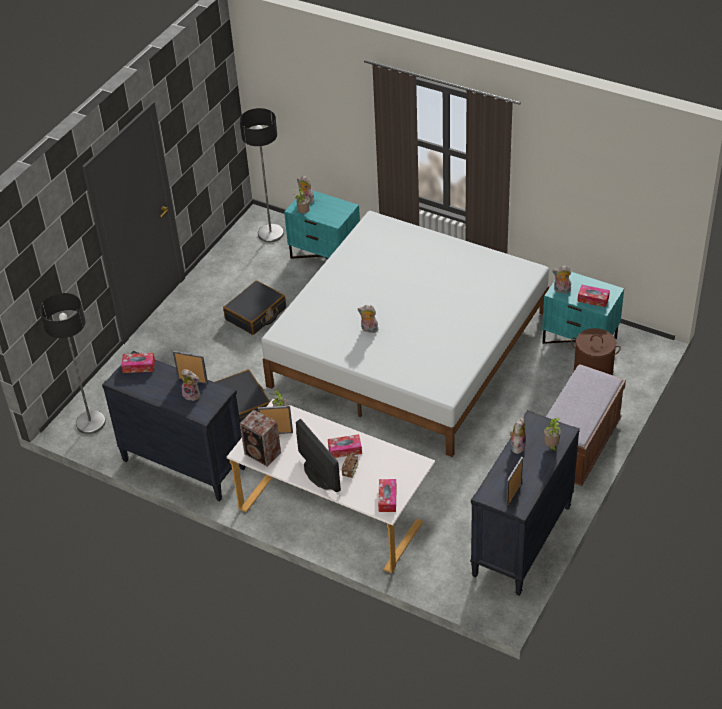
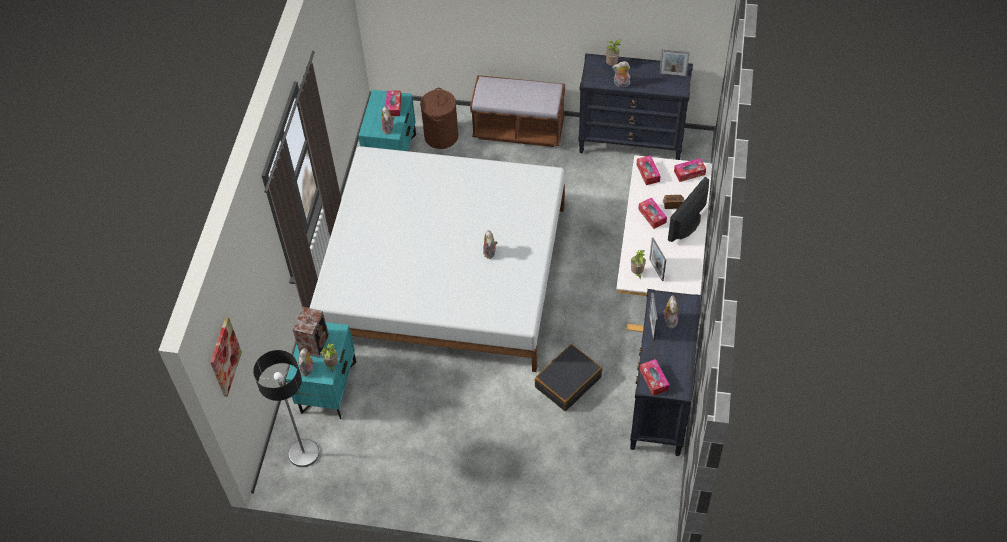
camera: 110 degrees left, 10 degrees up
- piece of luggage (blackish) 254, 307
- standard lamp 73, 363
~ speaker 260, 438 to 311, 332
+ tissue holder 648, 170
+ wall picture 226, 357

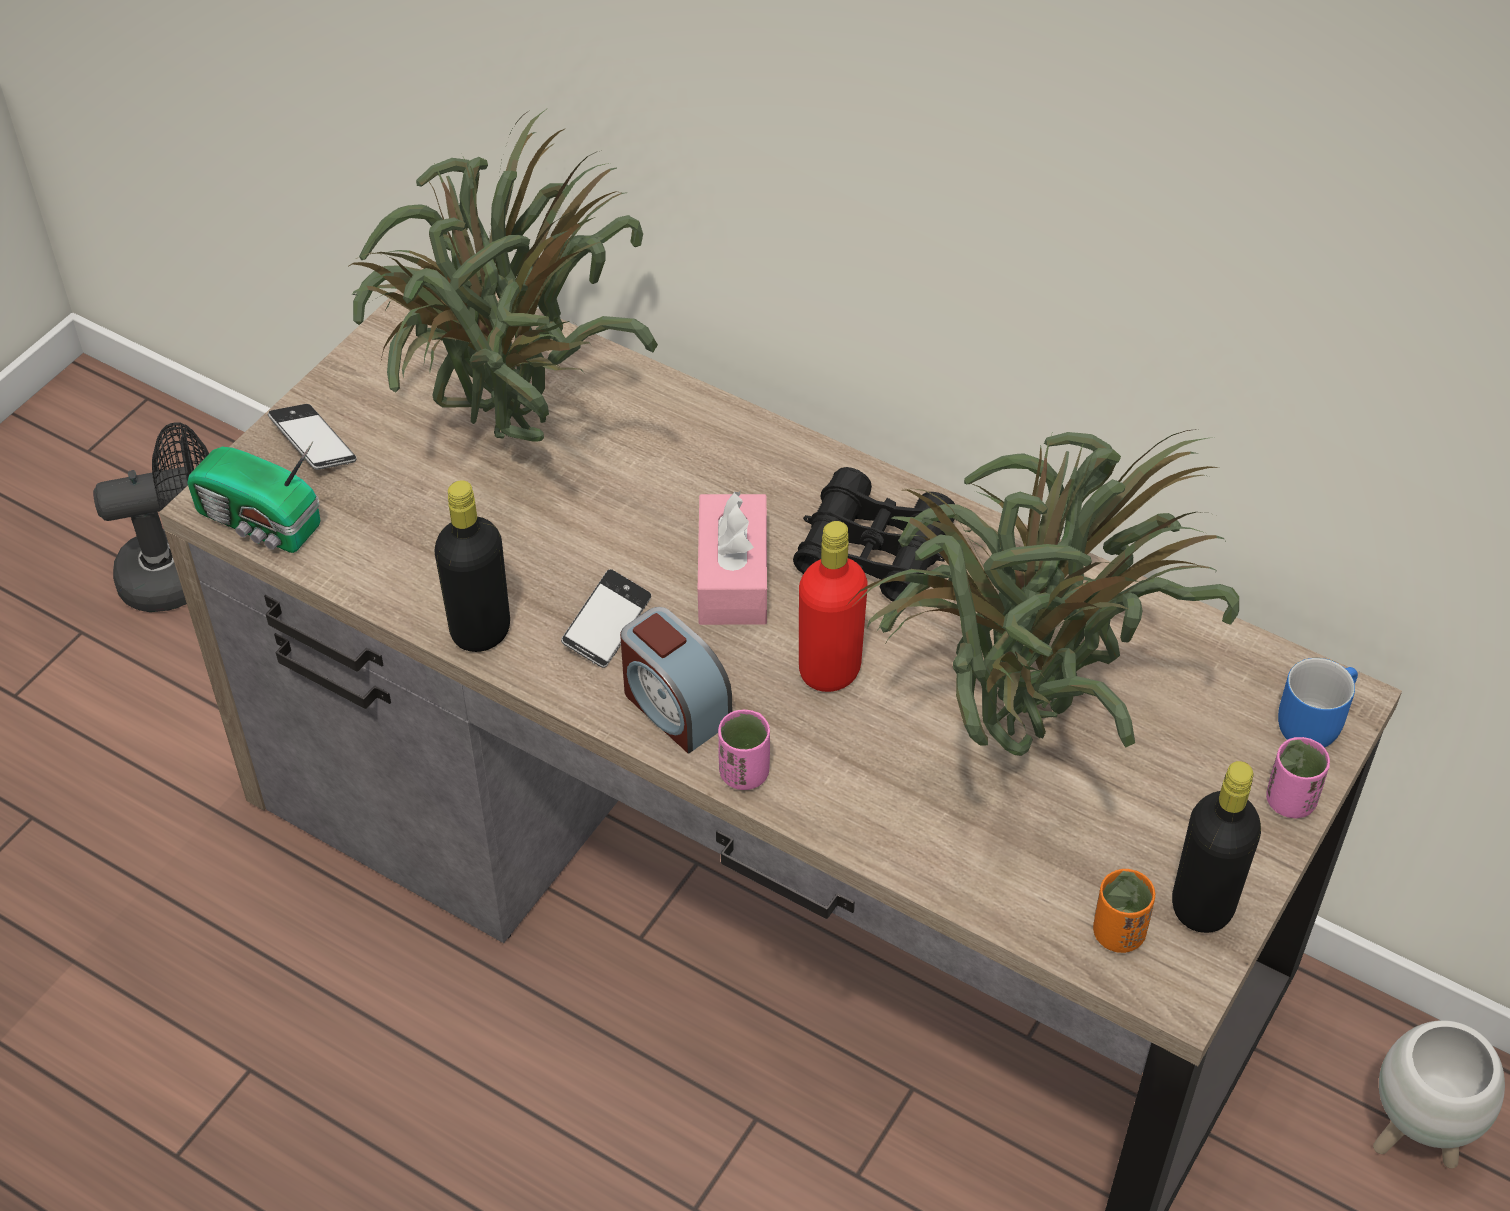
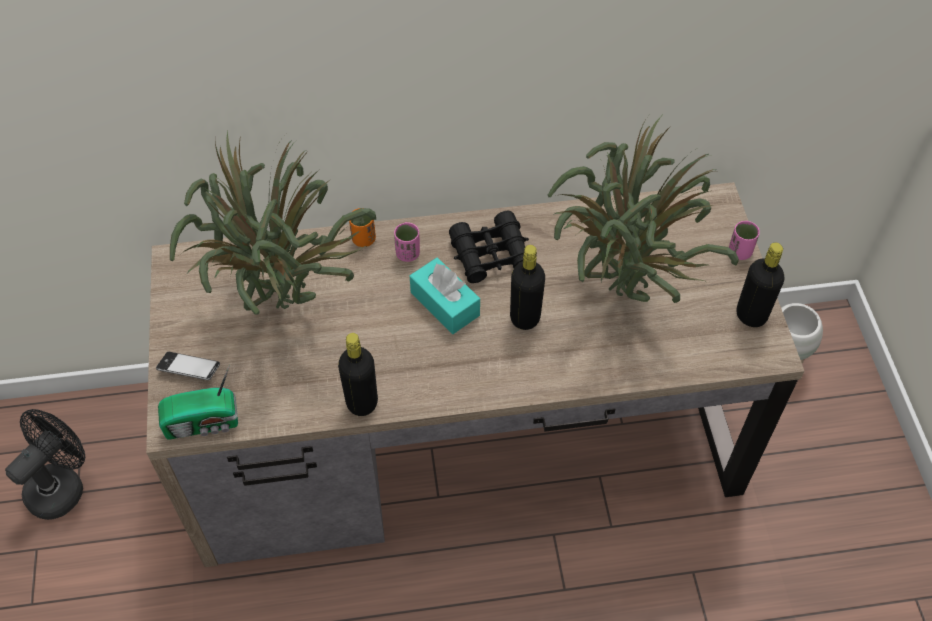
camera: 40 degrees left, 5 degrees up
~ tissue holder (pink-coloured) 732, 557 to tissue holder (turquoise-coloured) 445, 296
~ bottle (red) 833, 606 to bottle (blackish) 527, 287
- phone 606, 618
- table clock 676, 680
- tea mug (bluish) 1318, 702
~ drinking cup (pink-coloured) 744, 750 to 407, 242
~ drinking cup (orangey) 1124, 911 to 362, 227

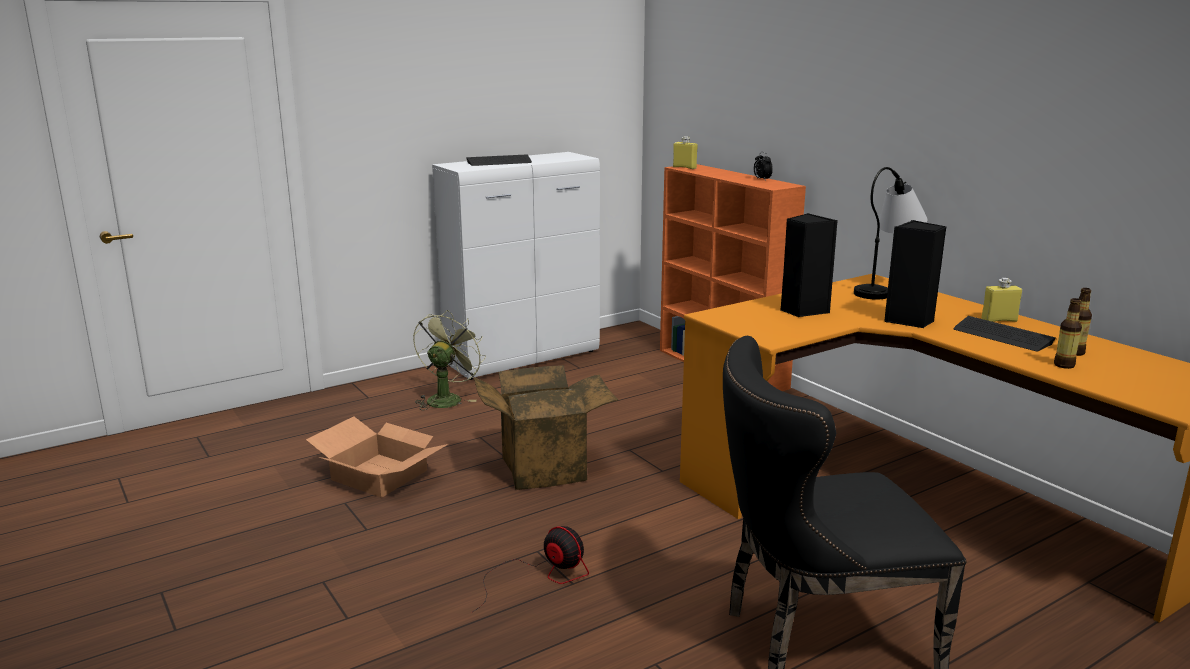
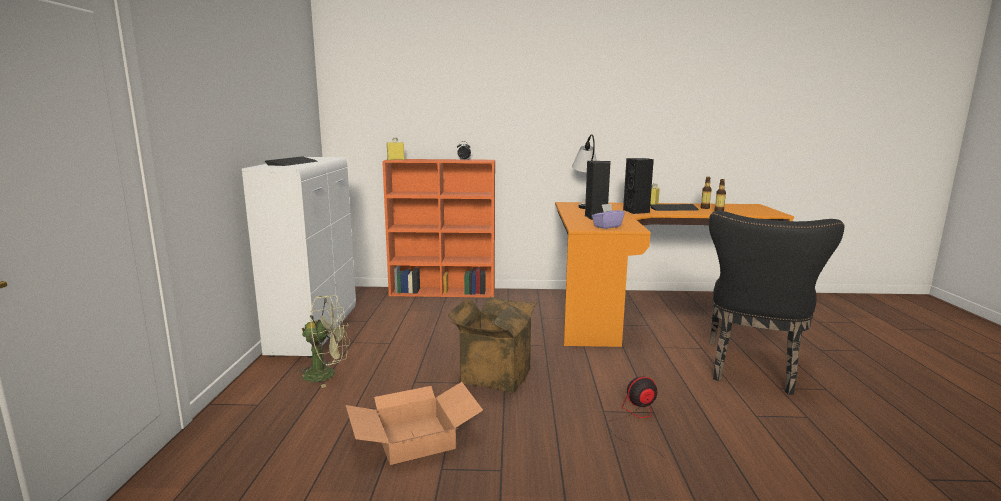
camera: 55 degrees left, 5 degrees down
~ fan (green-coloured) 449, 360 = 323, 341 120 degrees clockwise
+ tissue holder (purple-coloured) 608, 216

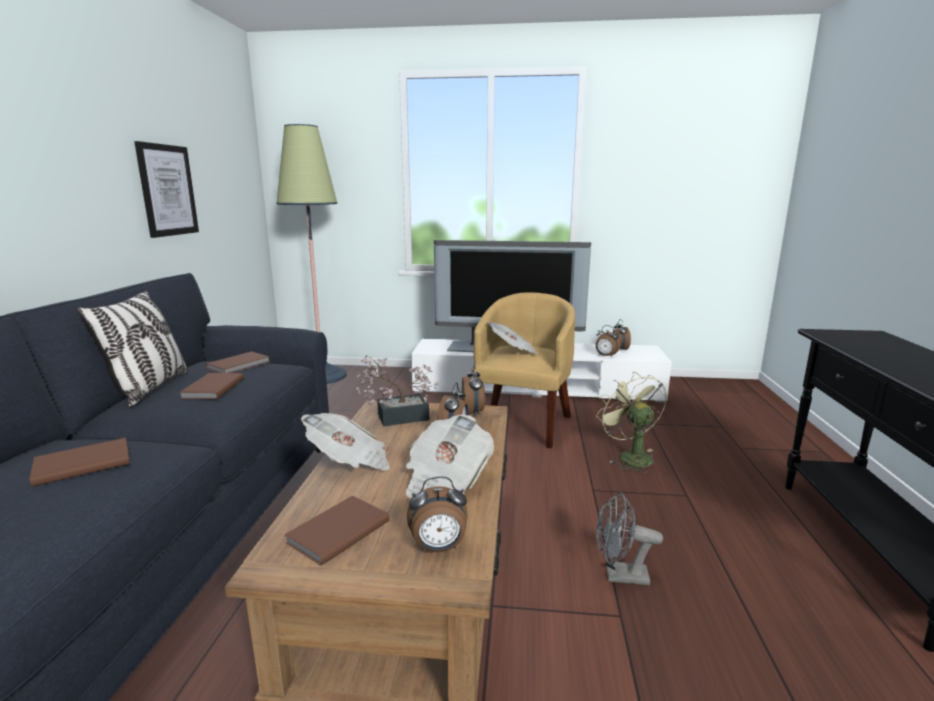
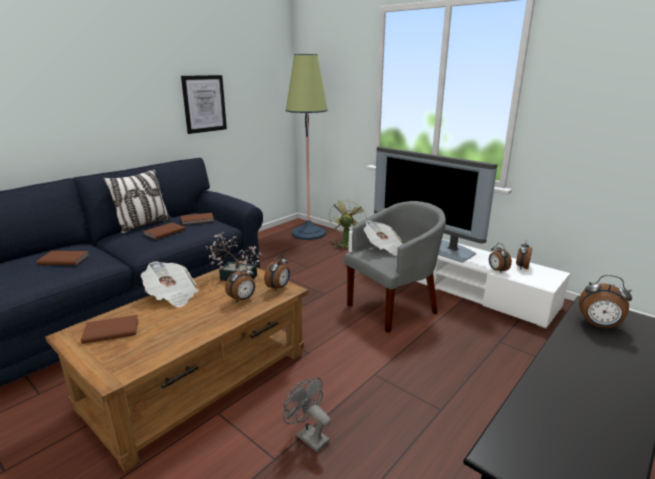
camera: 35 degrees right, 5 degrees up
~ lounge chair (yellowish) 523, 370 to lounge chair (gray) 395, 267
~ fan (green-coloured) 631, 422 to 348, 223
- newspaper 450, 456
~ table clock 437, 514 to 605, 302

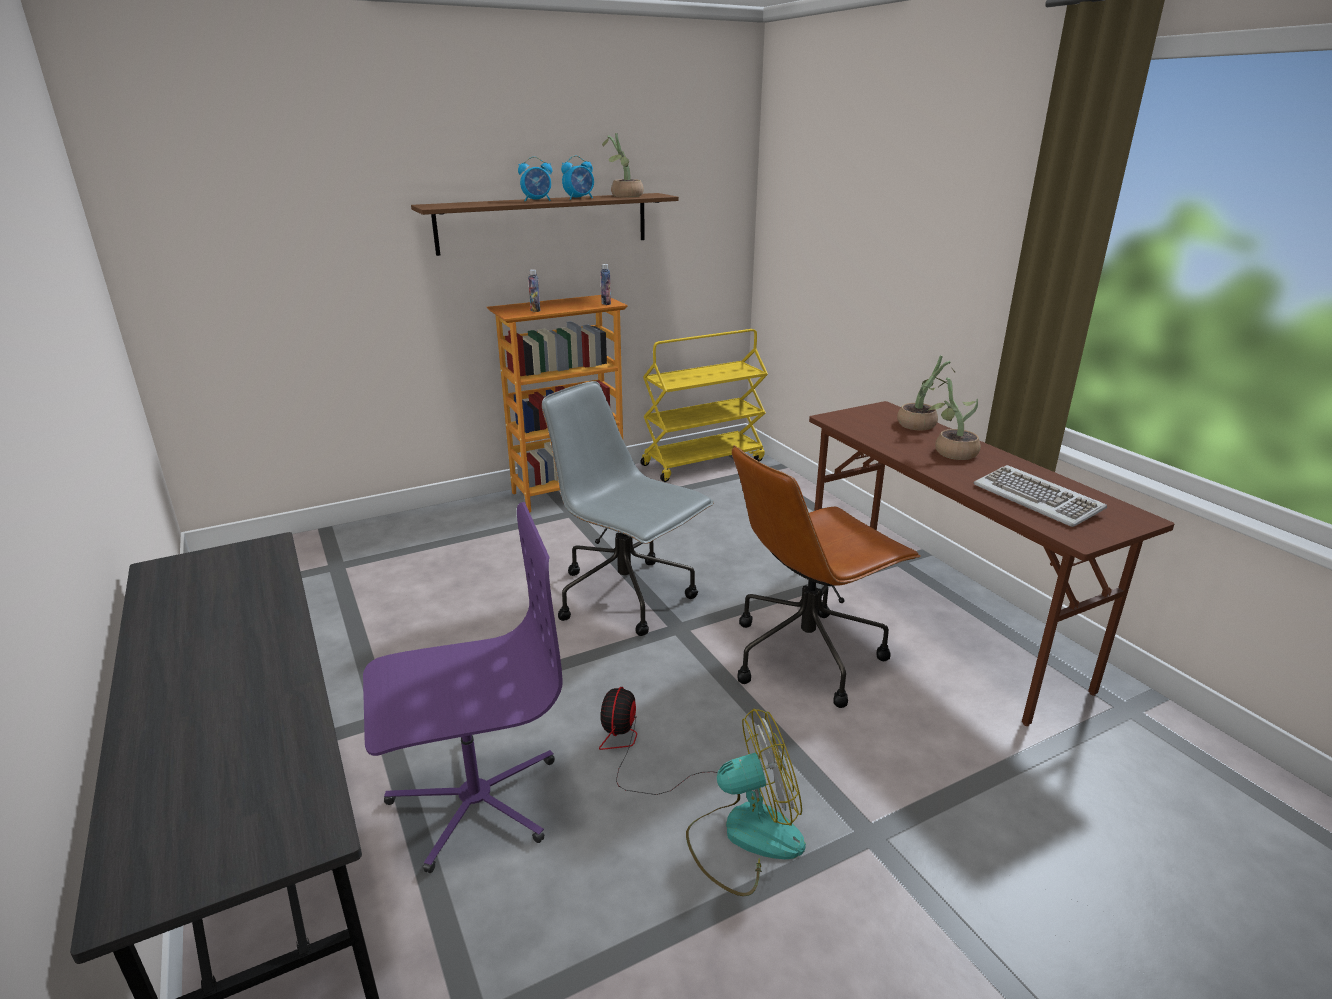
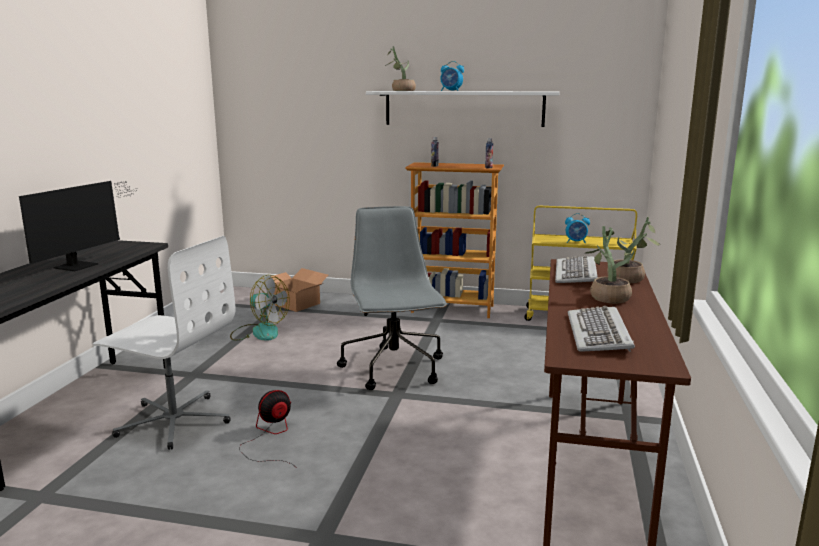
camera: 40 degrees right, 10 degrees down
~ houseplant 623, 165 to 400, 68
~ table clock 577, 178 to 577, 228
~ bracket shelf (brownish) 545, 224 to bracket shelf (white) 463, 109
- office chair (brownish) 826, 576
~ office chair (purple-coloured) 463, 687 to office chair (white) 164, 343
~ fan 746, 802 to 260, 308
+ monitor 78, 226
+ computer keyboard 576, 269
+ carton 293, 290

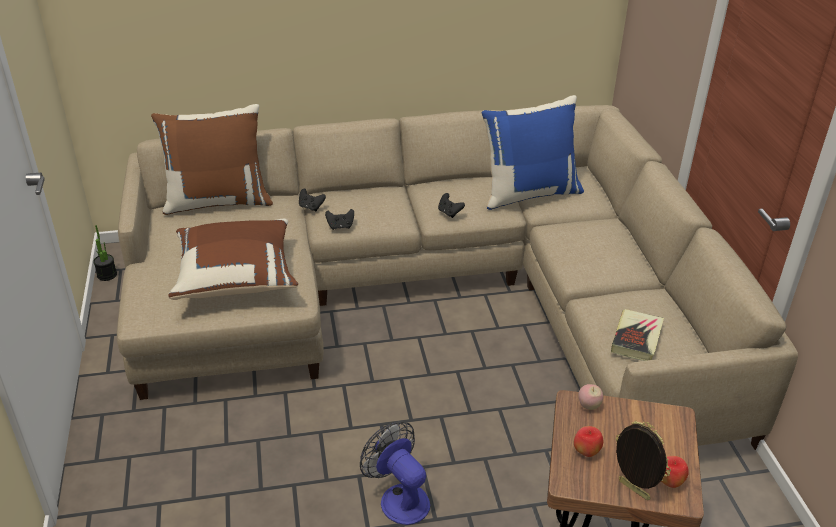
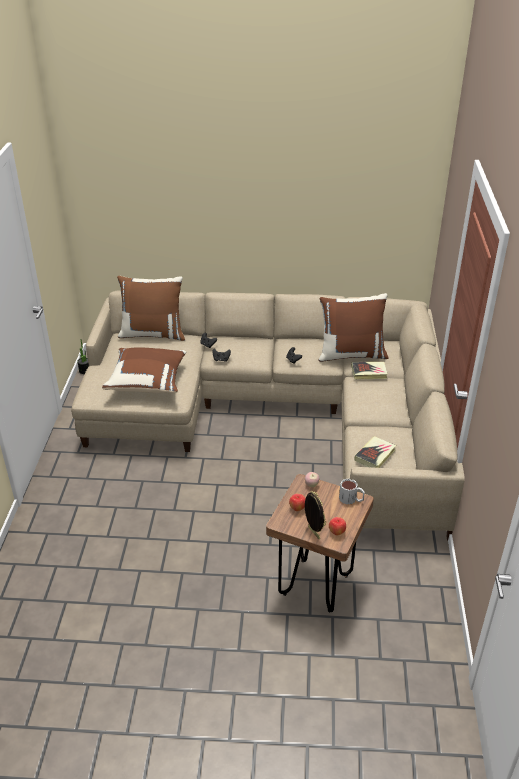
camera: 15 degrees right, 0 degrees up
~ pillow (bluish) 533, 152 to pillow (brownish) 353, 327
- fan 395, 473
+ book 369, 370
+ tea mug 352, 491

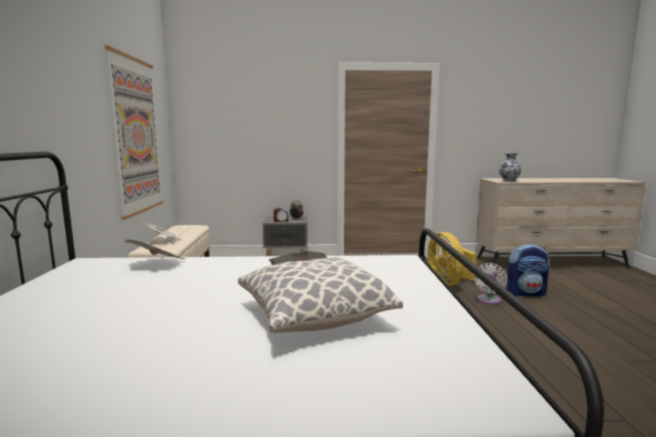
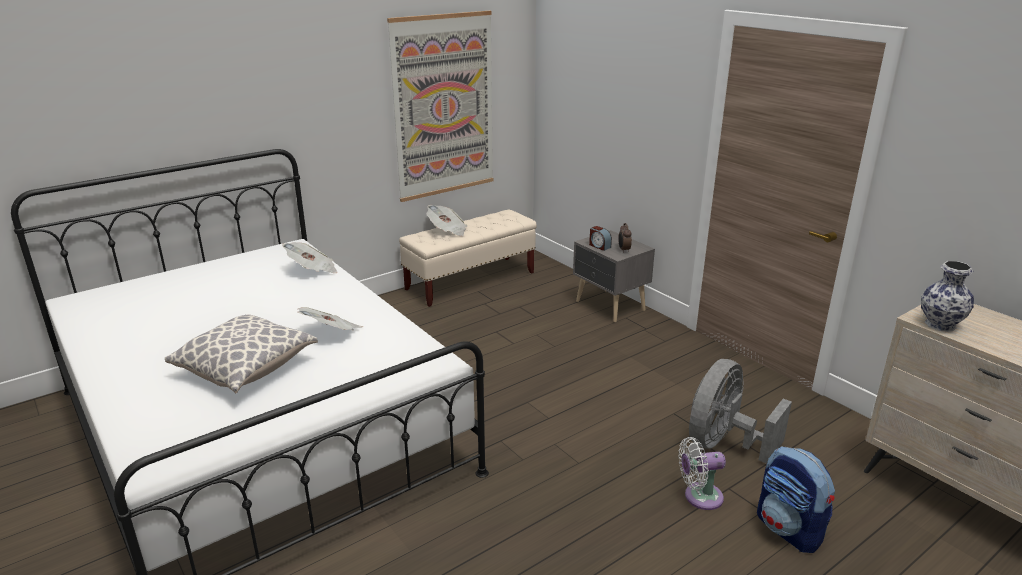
camera: 55 degrees right, 15 degrees up
~ fan (yellowish) 452, 259 to fan (gray) 740, 411

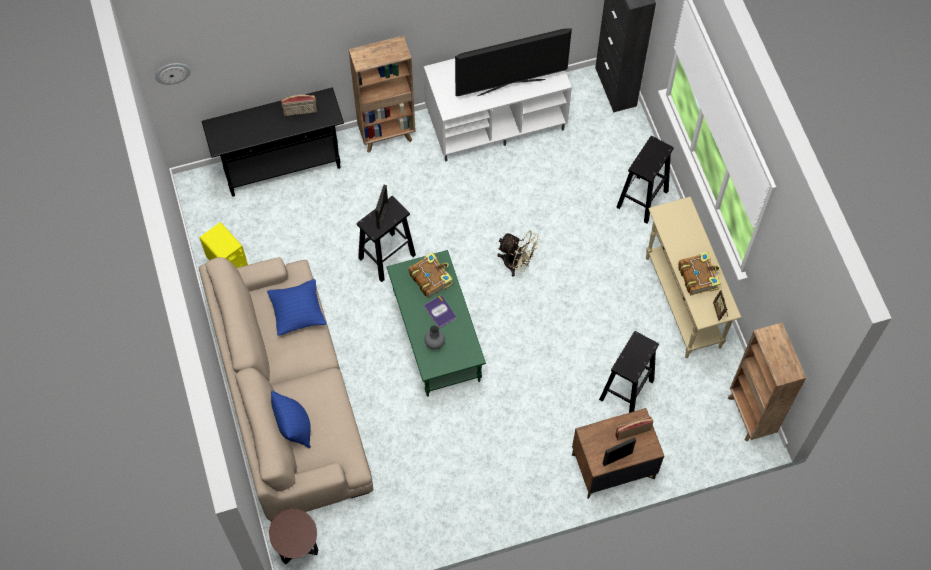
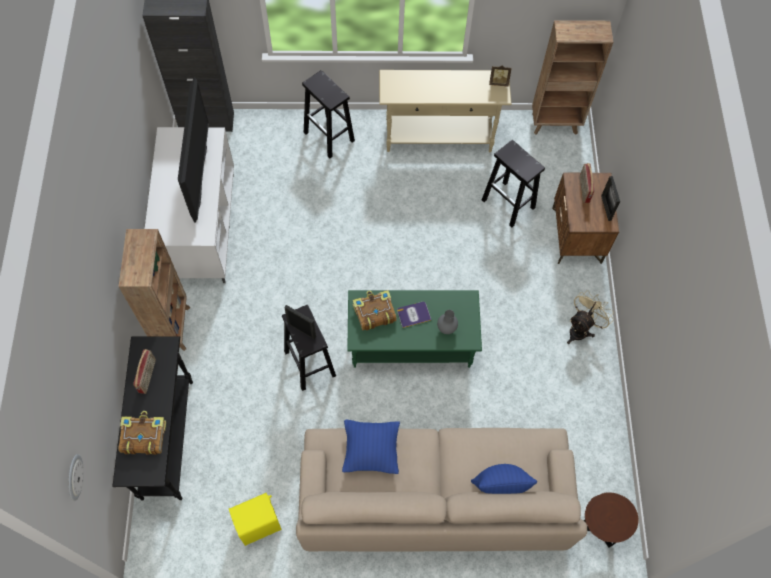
camera: 75 degrees left, 0 degrees up
~ fan (sand-coloured) 518, 254 to 590, 317
~ book 699, 273 to 142, 433

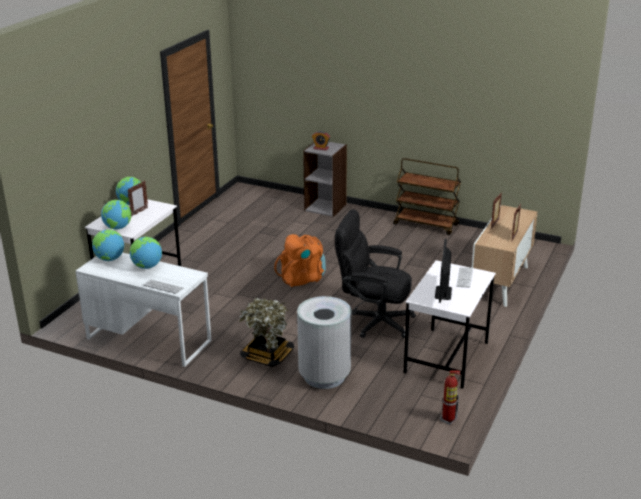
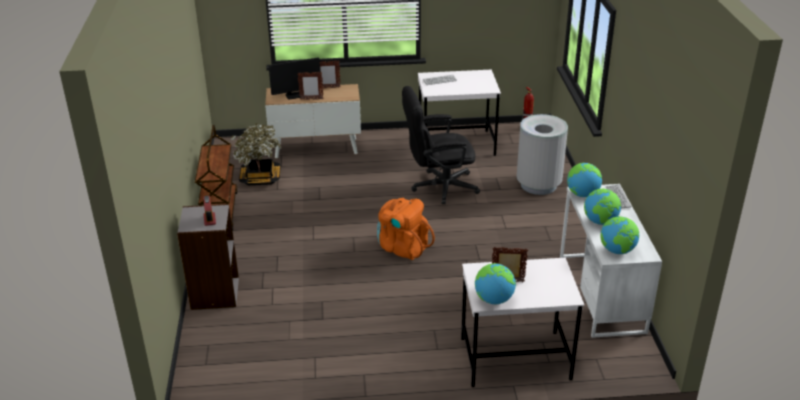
camera: 120 degrees left, 5 degrees up
~ globe 116, 215 to 584, 180
~ office chair (blackish) 375, 273 = 441, 145 90 degrees clockwise
~ monitor 443, 271 to 295, 78
~ houseplant 266, 332 to 256, 154

